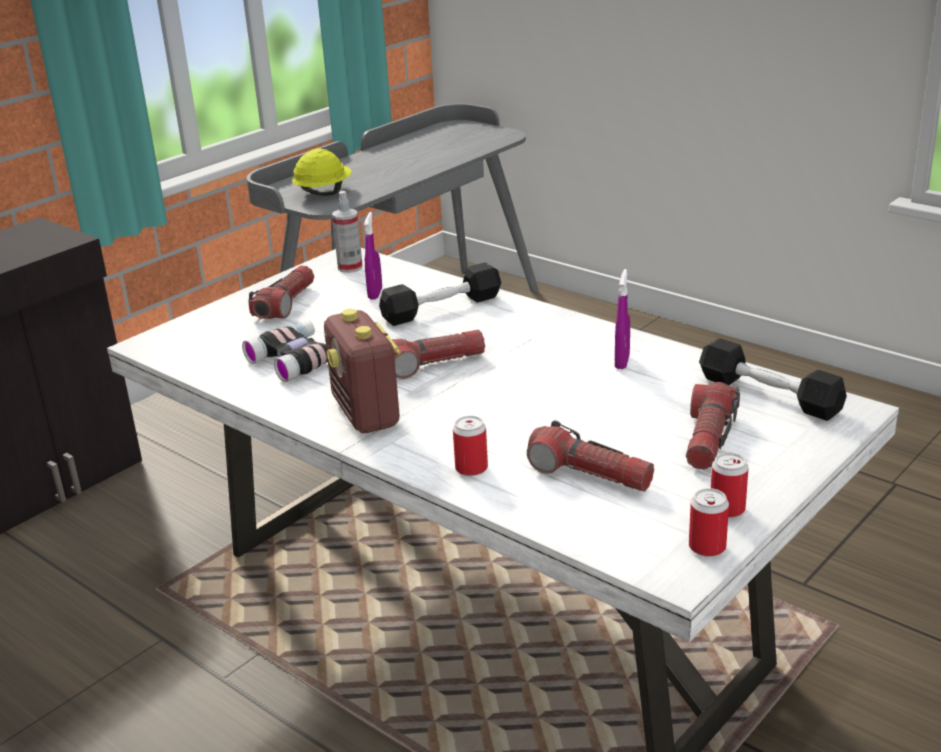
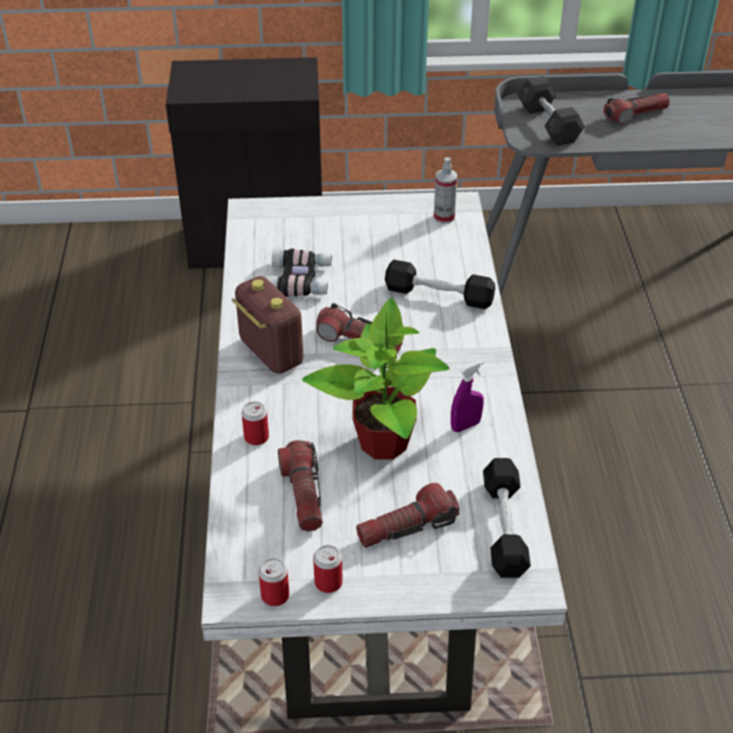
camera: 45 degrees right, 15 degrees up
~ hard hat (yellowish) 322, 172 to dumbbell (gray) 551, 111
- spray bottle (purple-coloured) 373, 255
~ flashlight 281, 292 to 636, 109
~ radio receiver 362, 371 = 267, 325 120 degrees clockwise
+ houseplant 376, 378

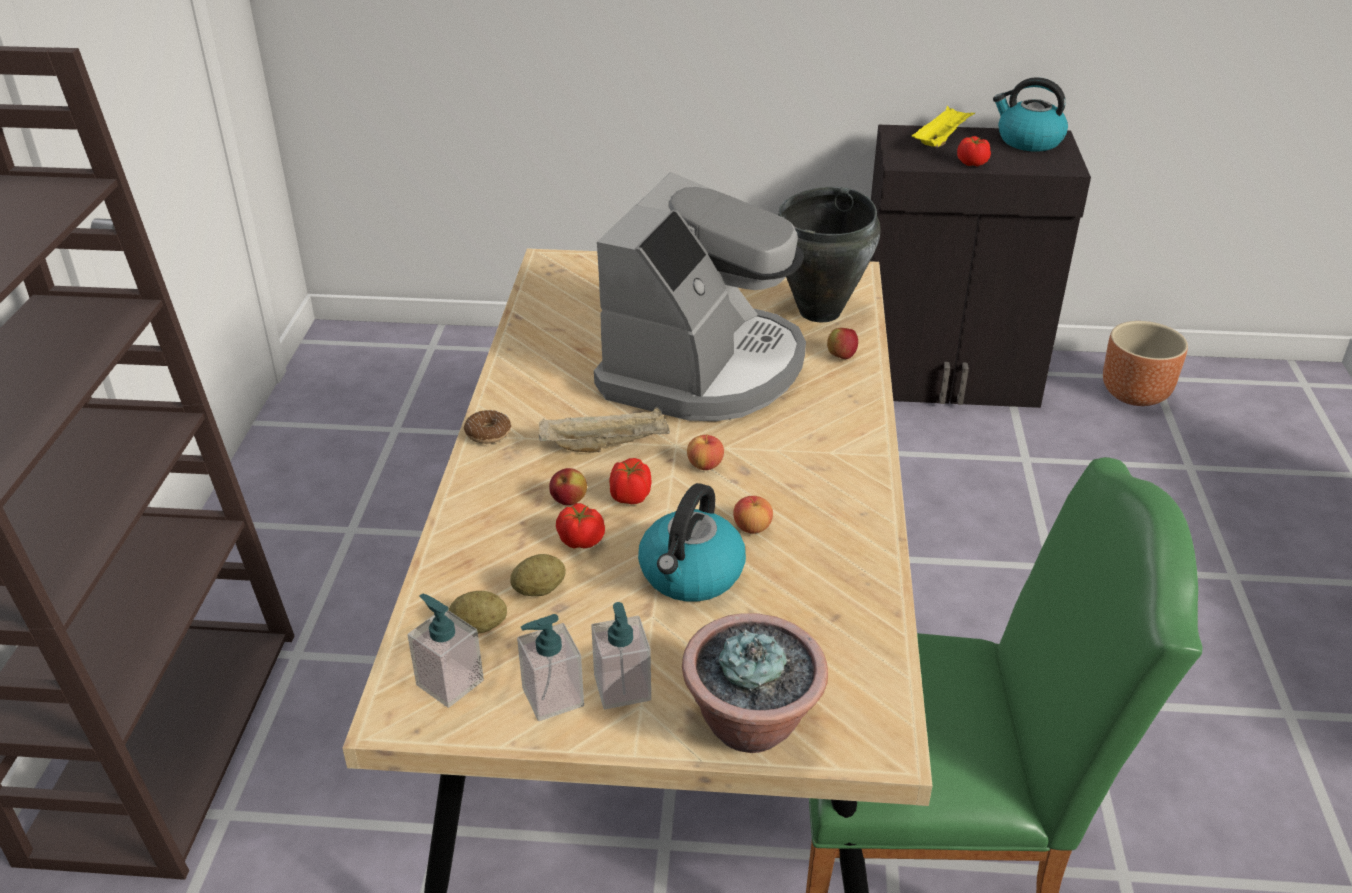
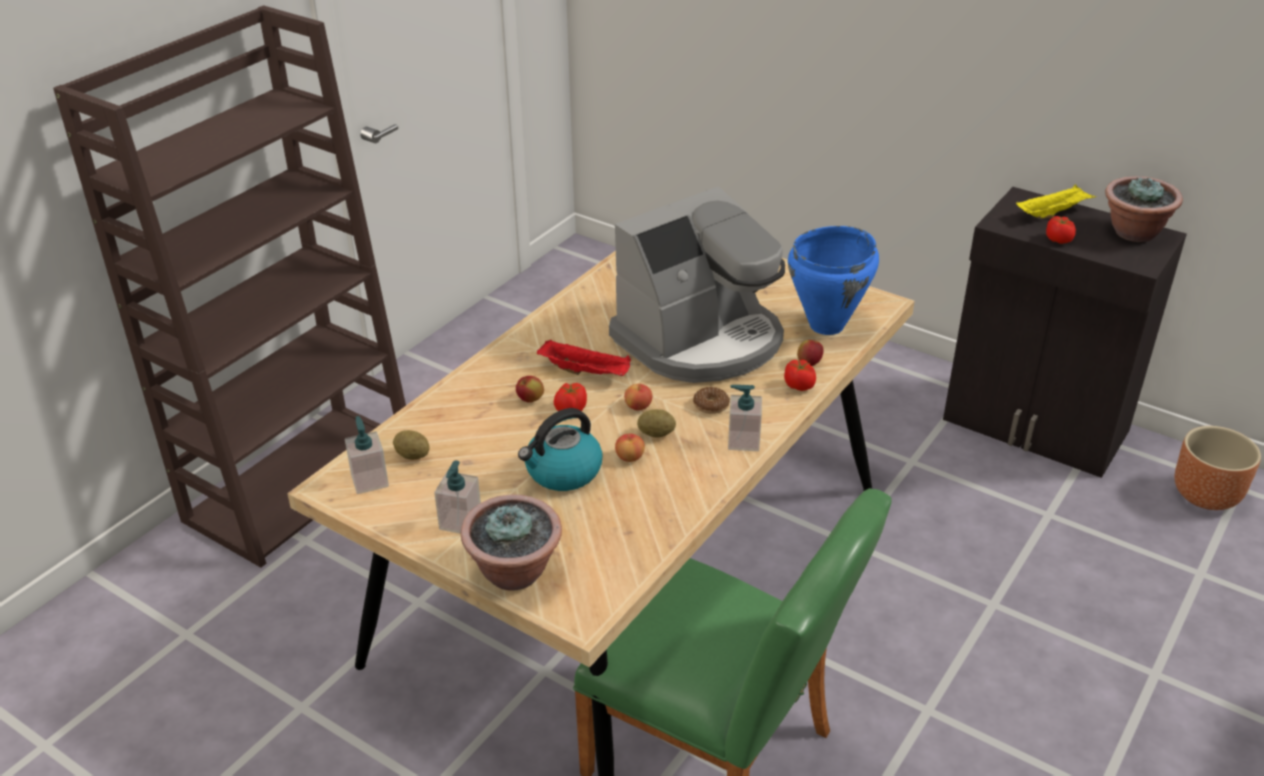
camera: 30 degrees right, 0 degrees up
~ water kettle 1030, 114 to houseplant 1144, 209
~ cooking pot (blackish) 829, 254 to cooking pot (bluish) 833, 280
~ serving tray (sand-coloured) 604, 429 to serving tray (red) 584, 357
~ doughnut 487, 427 to 711, 400
~ fresh tomato 580, 526 to 800, 375
~ spud 537, 575 to 656, 423
~ soap bottle 550, 667 to 745, 418

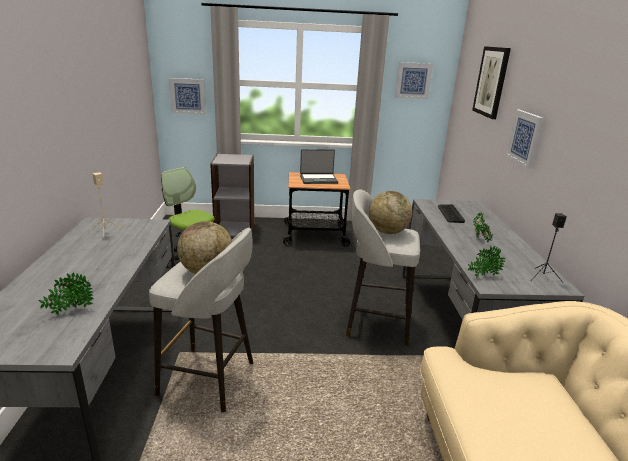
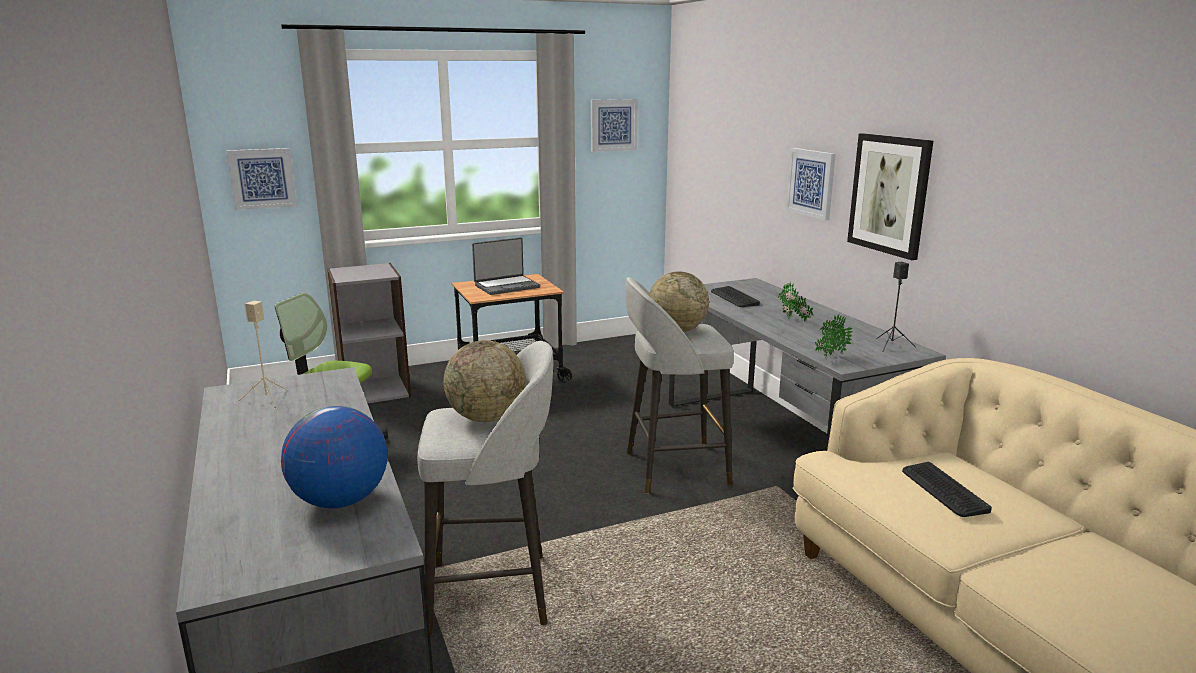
camera: 20 degrees left, 5 degrees down
~ wall picture 491, 82 to 890, 196
~ houseplant 66, 293 to globe 334, 457
+ computer keyboard 947, 489

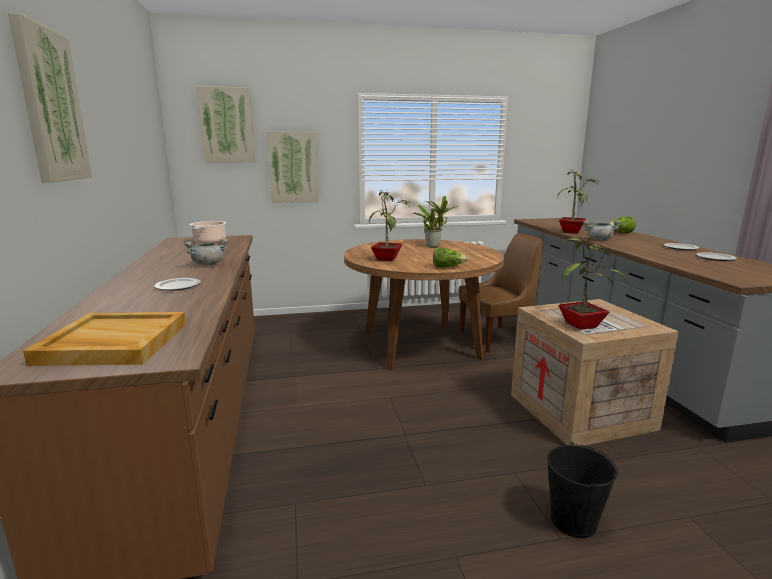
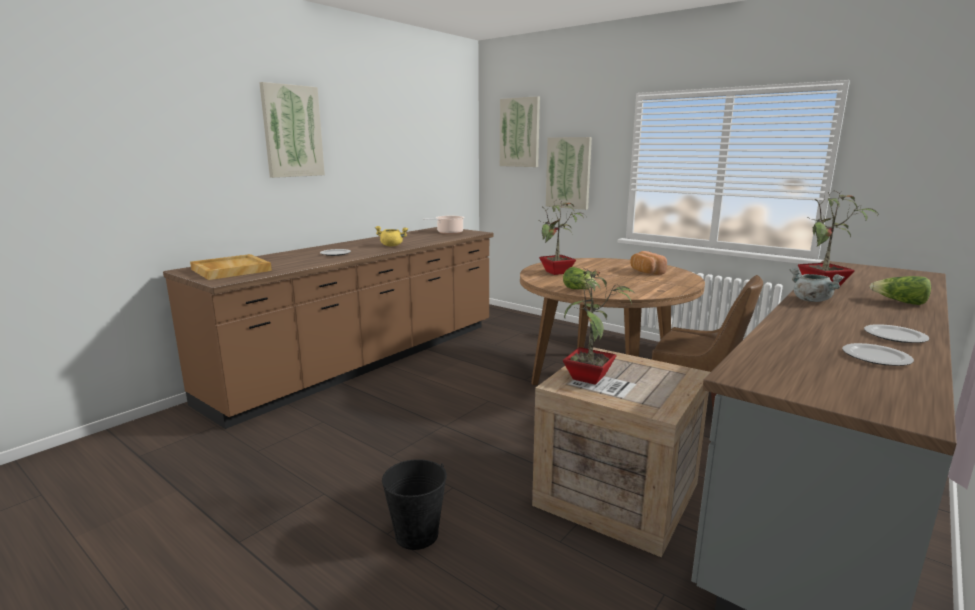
camera: 50 degrees right, 0 degrees up
~ houseplant 435, 222 to bread 648, 263
~ cooking pot (gray) 206, 251 to cooking pot (yellowish) 391, 236

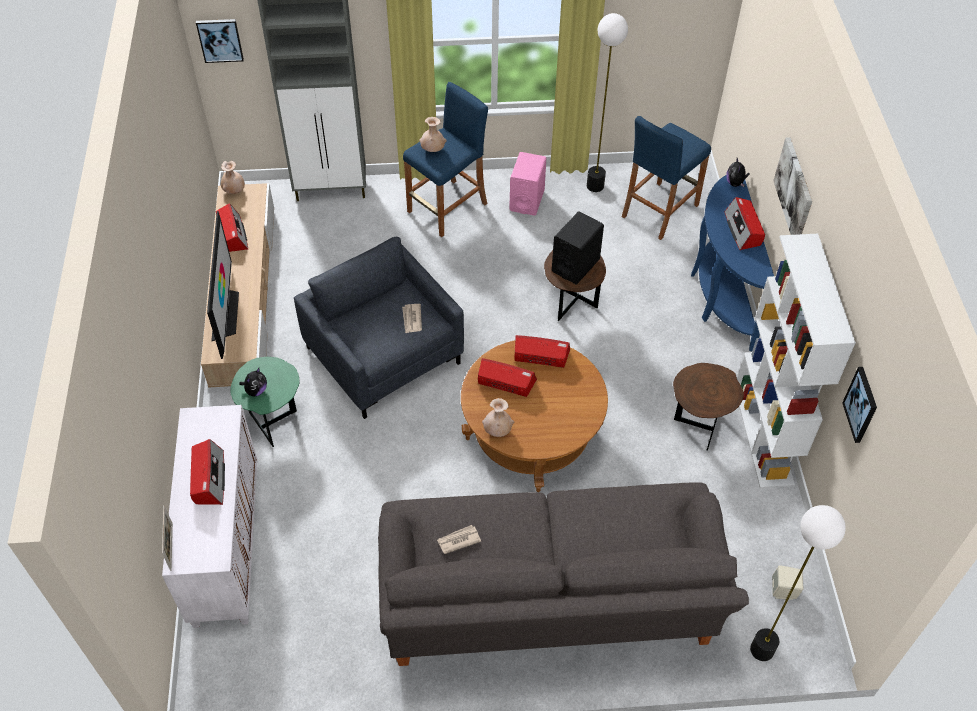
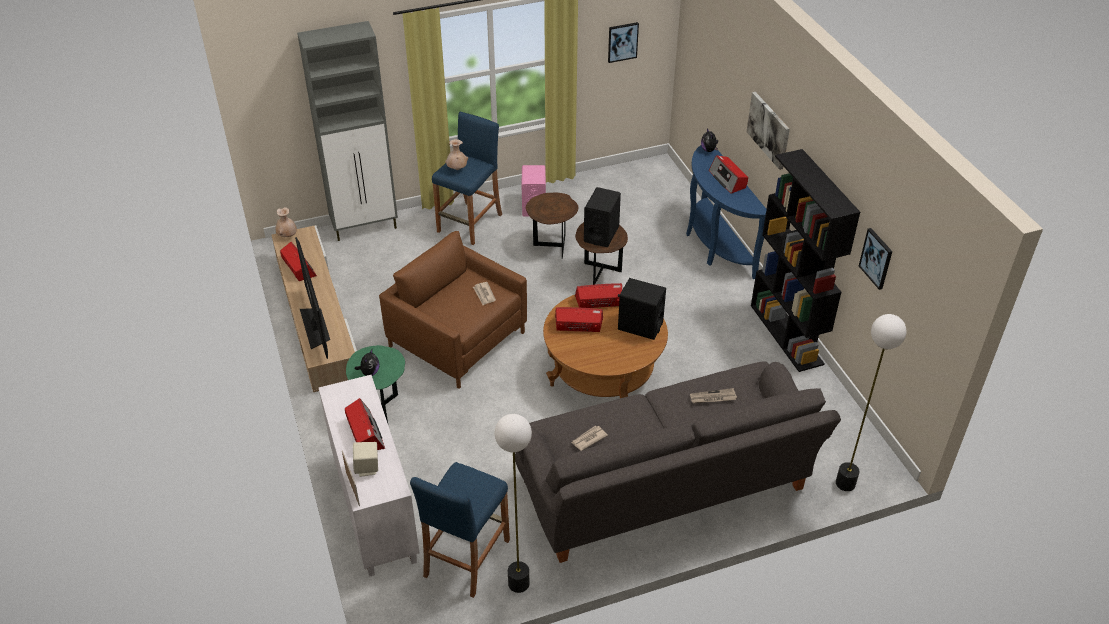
camera: 15 degrees left, 10 degrees down
~ standard lamp 607, 102 to 513, 503
~ wall picture 220, 41 to 623, 42
~ sitting stool (bluish) 666, 178 to 460, 530
~ bookcase (white) 796, 361 to bookcase (blackish) 805, 260
~ lounge chair (gray) 379, 328 to lounge chair (brownish) 453, 310
~ accent table (brownish) 708, 407 to 552, 226
- flower vase (sand-coloured) 498, 417
~ speaker (sand-coloured) 788, 582 to 365, 459
+ speaker (blackish) 642, 309
+ newspaper 713, 396

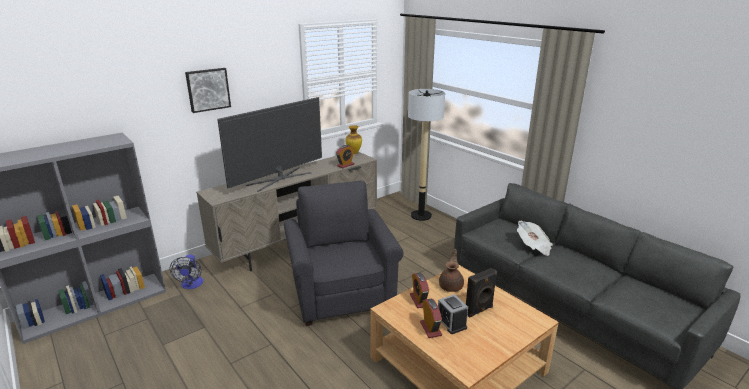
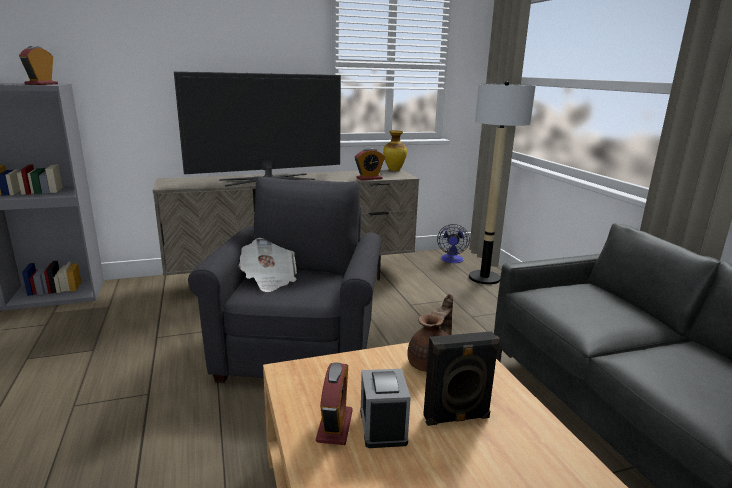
camera: 20 degrees right, 5 degrees down
- wall picture 208, 90
~ newspaper 535, 238 to 268, 265
~ fan 186, 271 to 453, 243
~ table clock 419, 290 to 38, 65

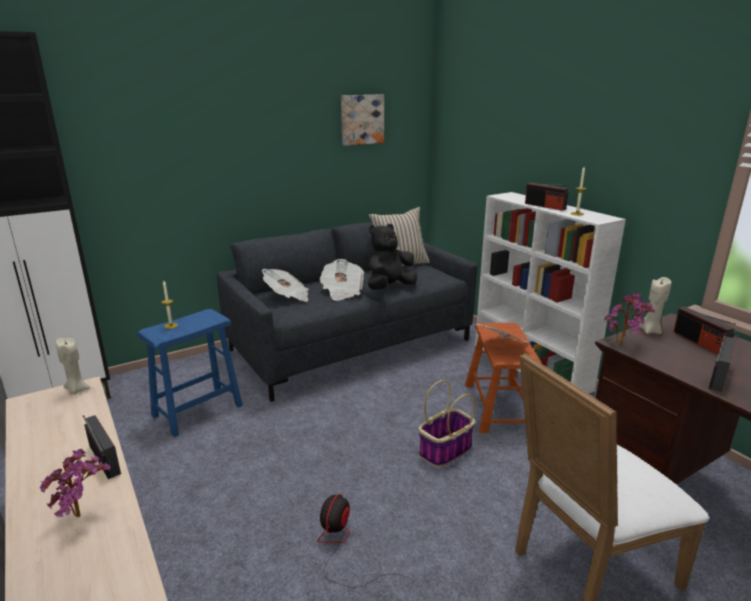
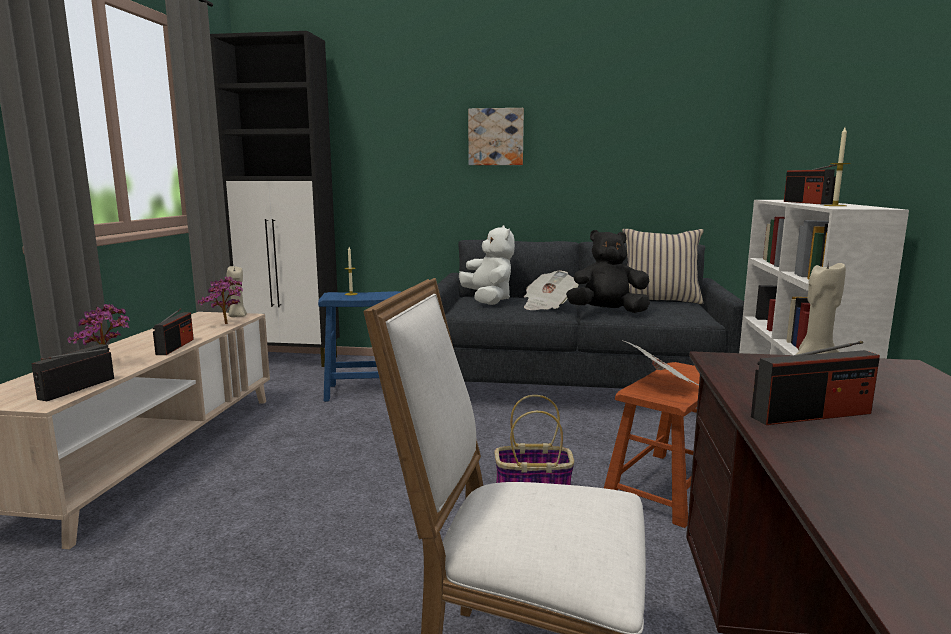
camera: 40 degrees right, 10 degrees down
~ wall picture 362, 120 to 496, 136
~ newspaper 285, 285 to soft toy (white) 487, 265
~ houseplant 629, 319 to 220, 300
~ radio receiver 704, 330 to 72, 372
- fan 363, 541

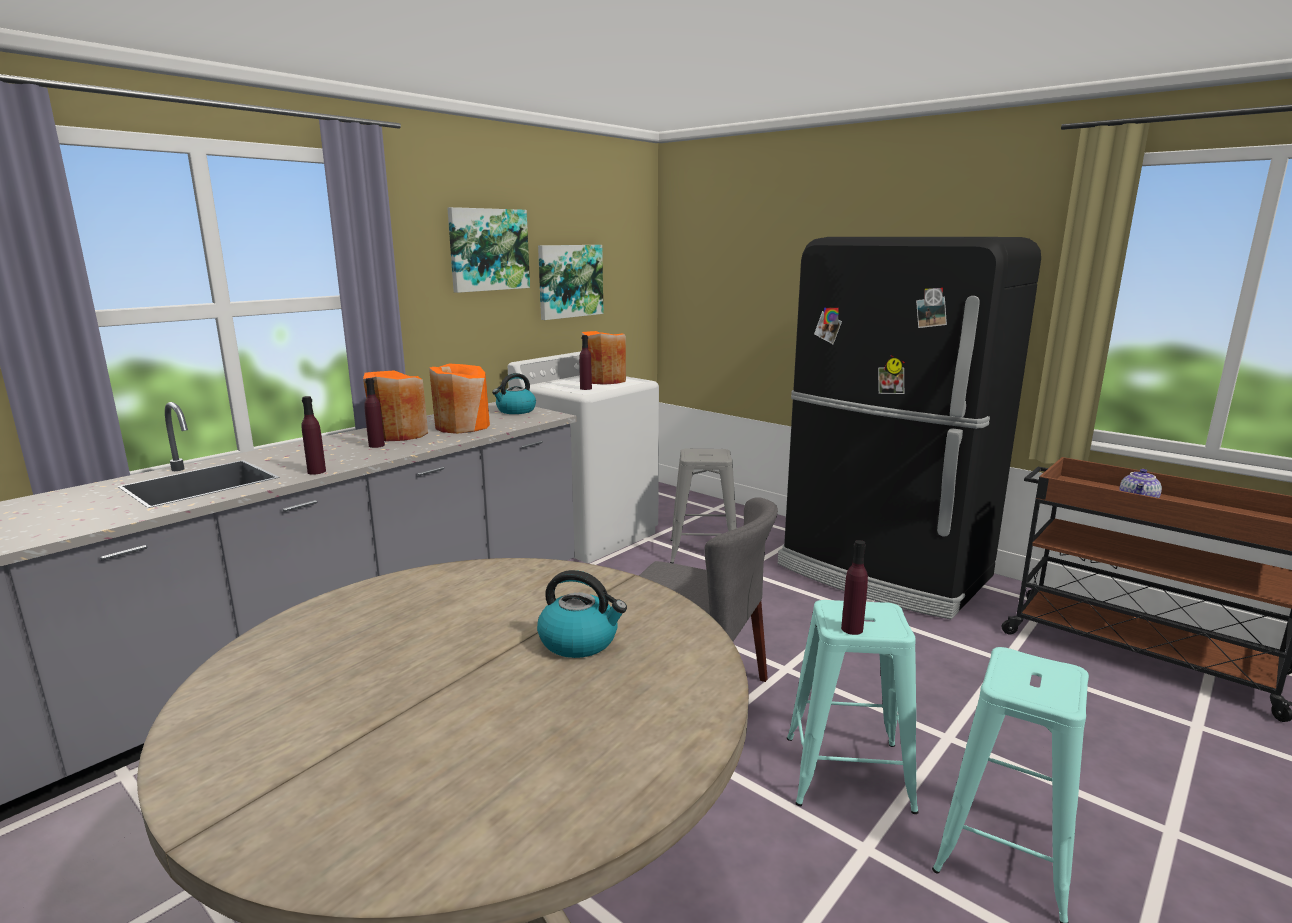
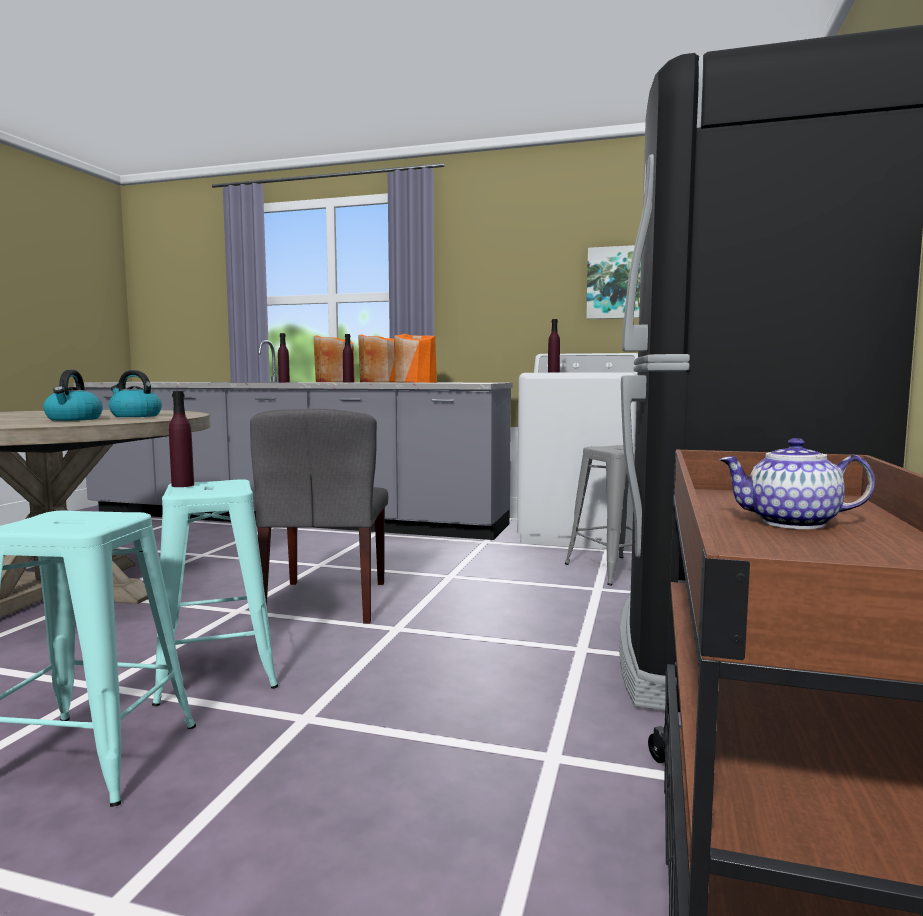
camera: 65 degrees right, 10 degrees down
- wall picture 488, 250
~ flower vase (orangey) 604, 358 to 334, 358
~ water kettle 514, 393 to 135, 393

